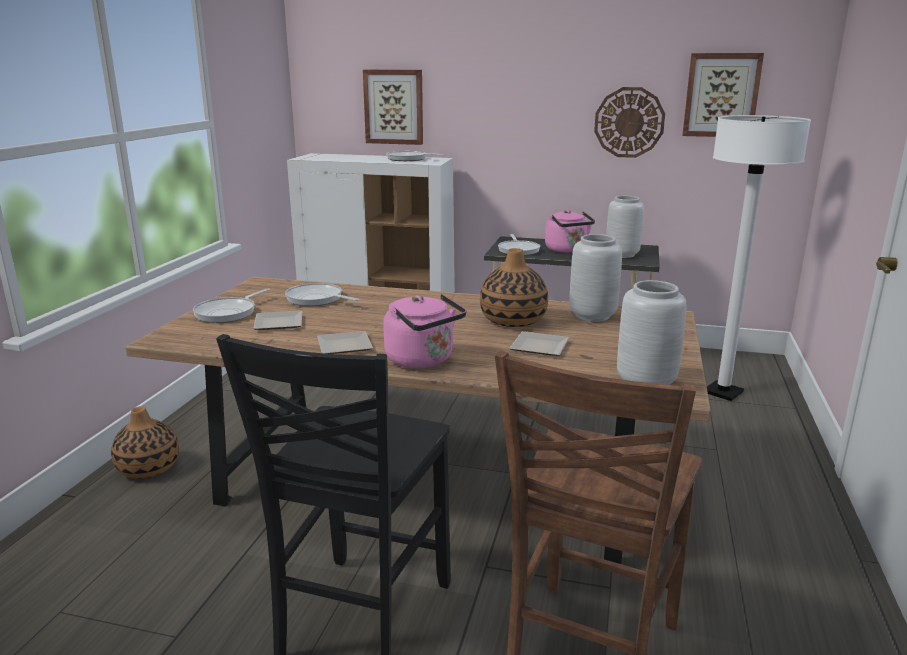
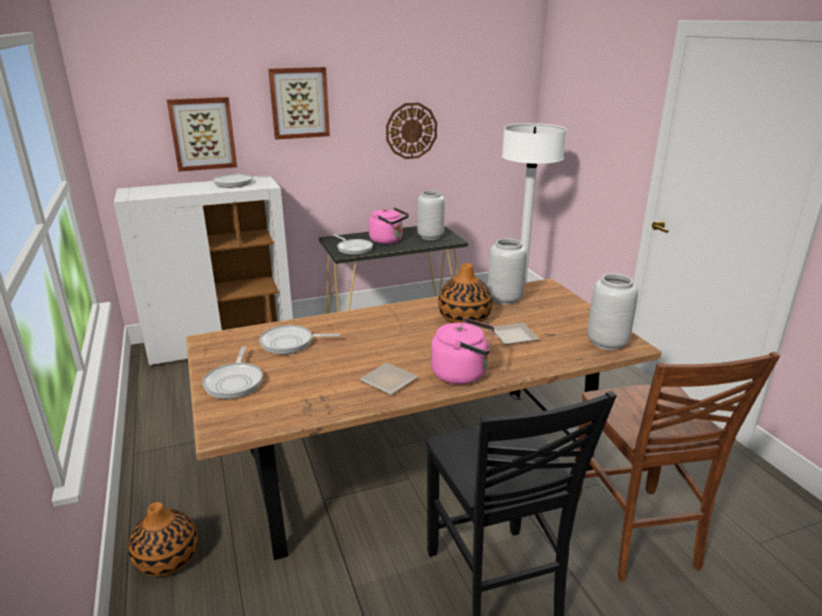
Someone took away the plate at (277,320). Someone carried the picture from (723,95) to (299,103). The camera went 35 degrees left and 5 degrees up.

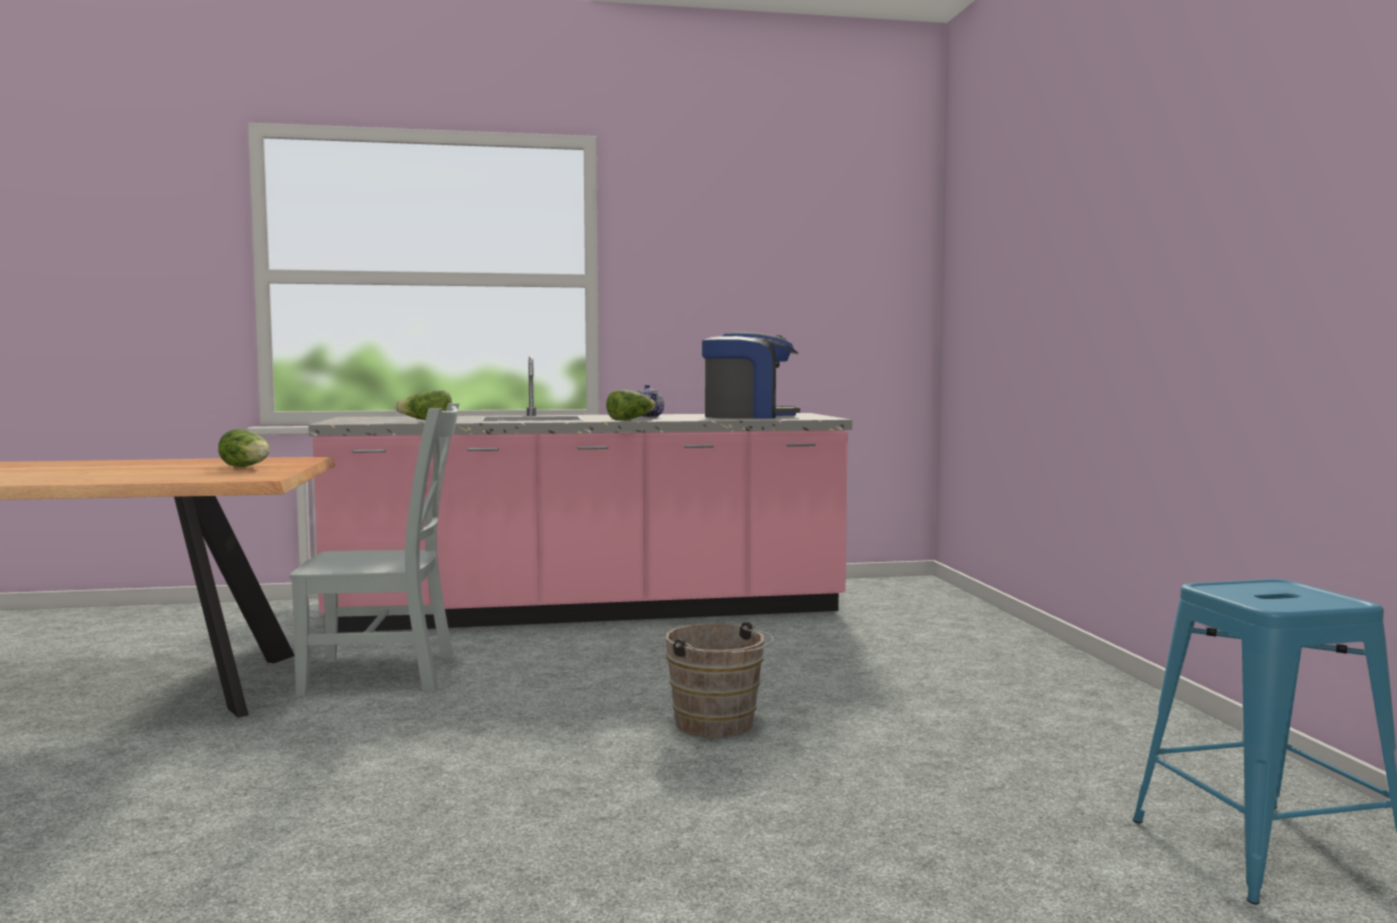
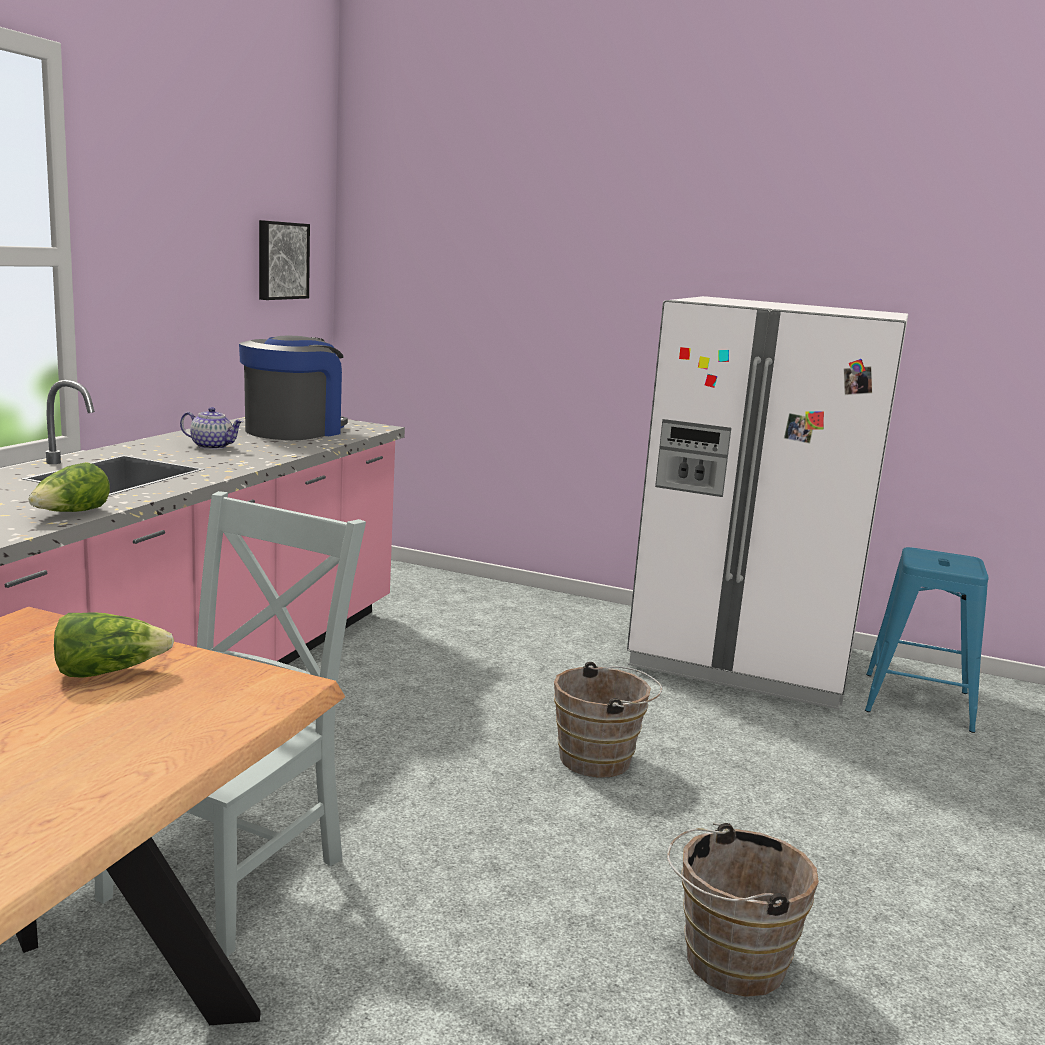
Someone took away the lettuce at (631,405). Someone put up the picture at (284,260). Someone put down the fridge/white at (767,503). Someone put down the bucket/brown at (743,910). The camera went 60 degrees left and 10 degrees up.

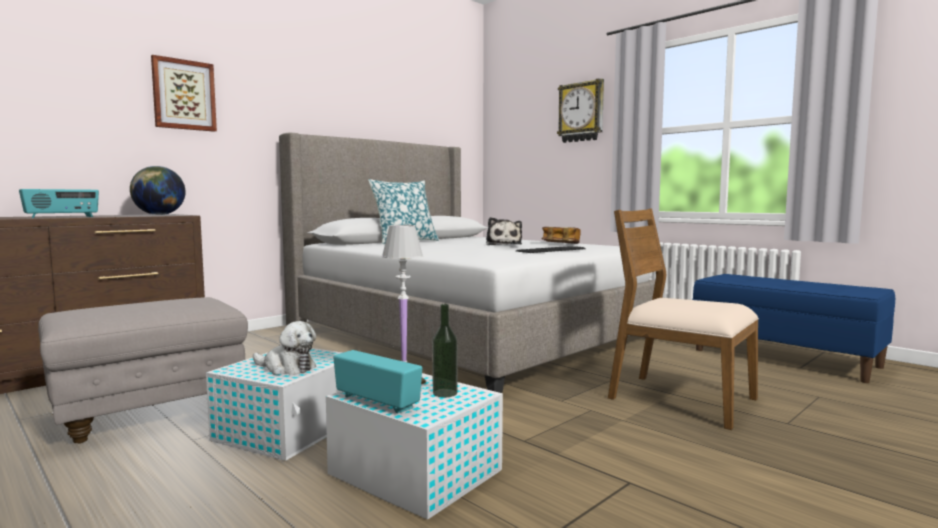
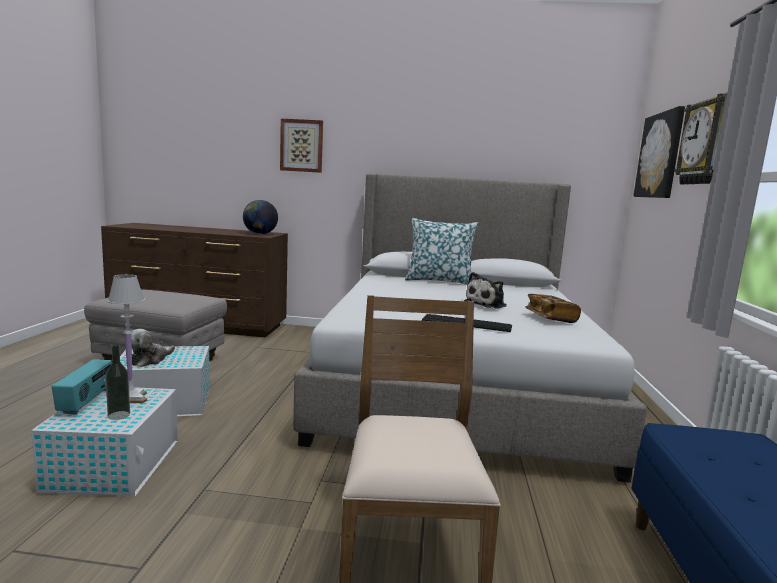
Someone took away the radio at (59,203). Someone put up the picture at (659,152). Someone rotated the plush toy at (284,348) by 45 degrees clockwise. The camera went 50 degrees right and 5 degrees up.

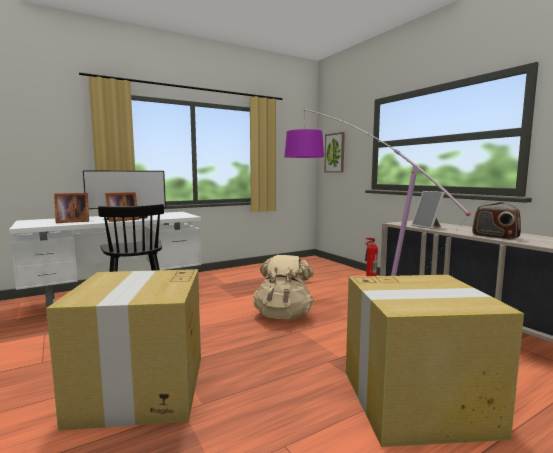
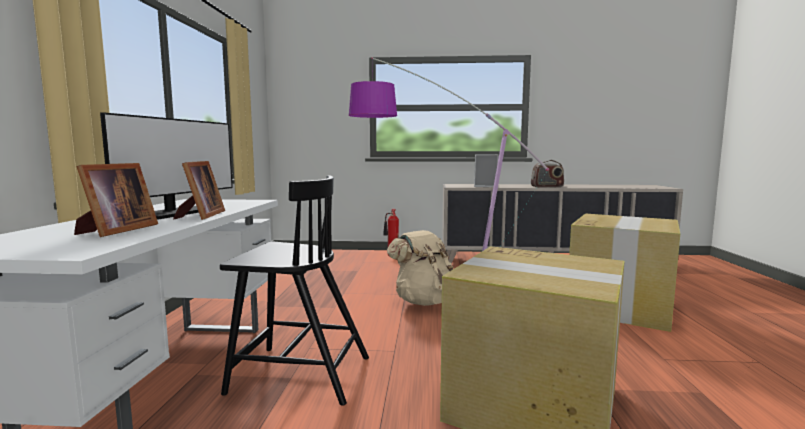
Someone took away the picture at (334,152). The camera went 55 degrees left and 0 degrees up.

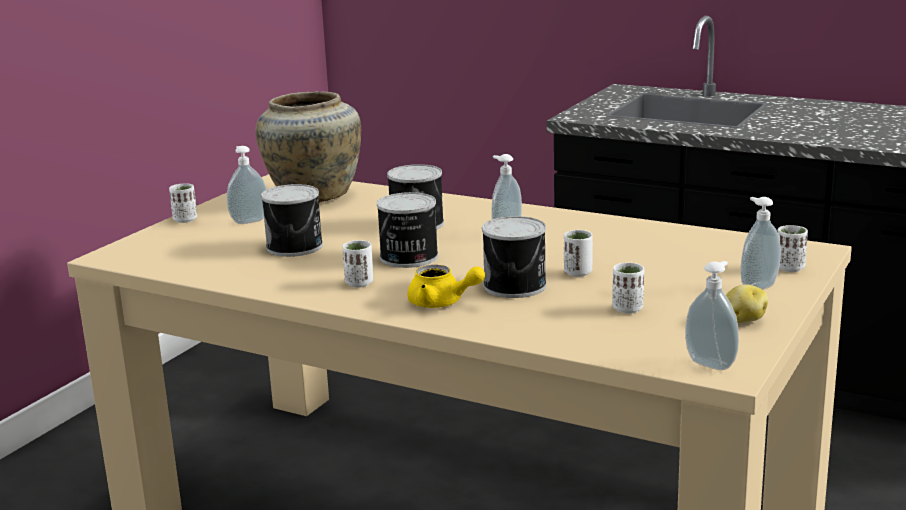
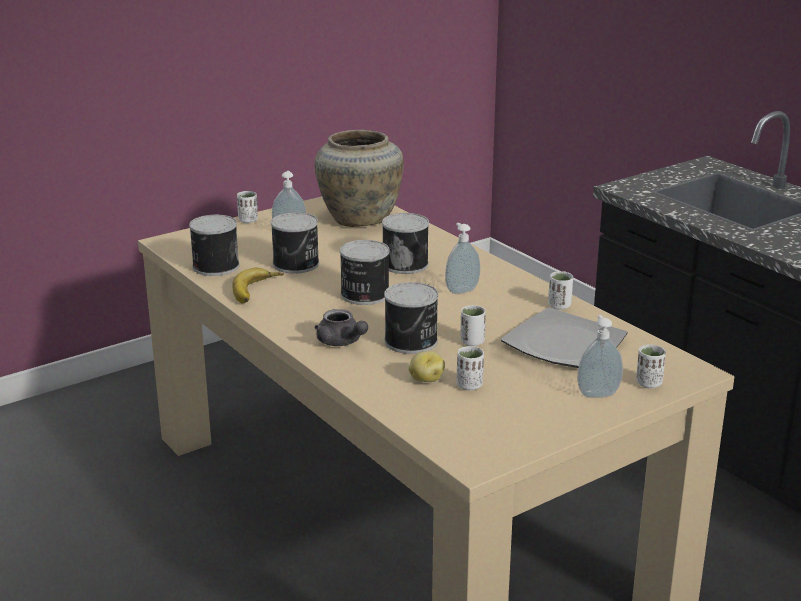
Someone took away the soap dispenser at (712,315). Someone put down the can at (214,245). Someone put down the banana at (258,285). Someone put down the plate at (564,338). Someone carried the cup/white from (357,263) to (560,290). Someone carried the potato from (747,303) to (427,366). Someone repainted the teapot/yellow at (446,286), which became the teapot/grey at (341,327). The camera went 25 degrees right and 5 degrees up.

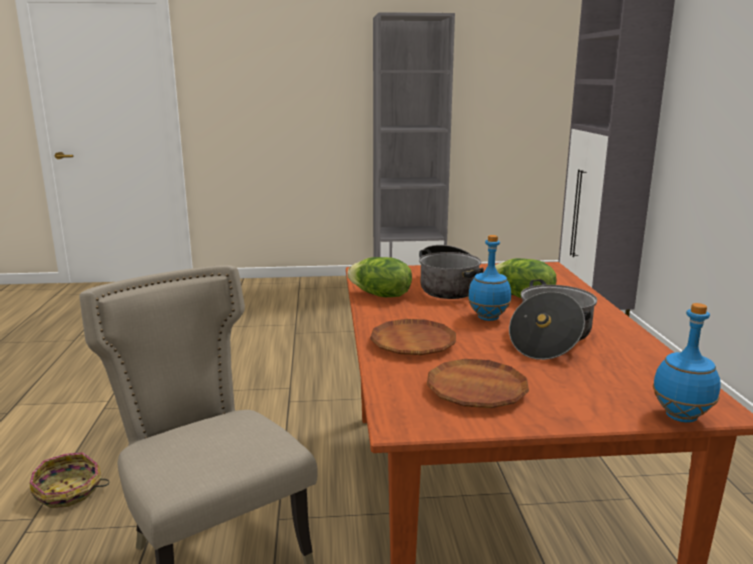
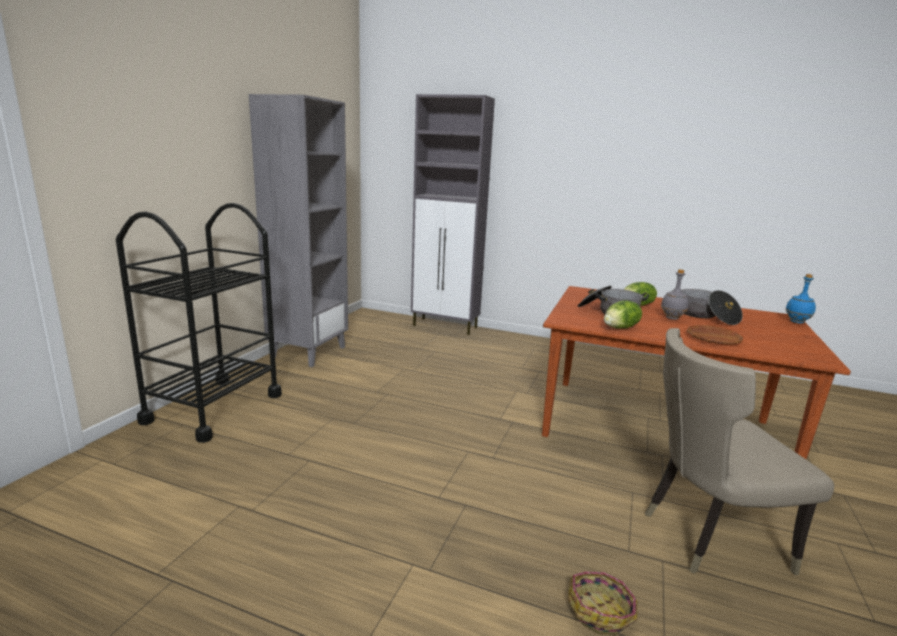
Someone took away the plate/brown at (478,383). Someone put down the cart/black at (199,323). Someone repainted the bottle/blue at (489,278), which became the bottle/grey at (675,294). The camera went 65 degrees left and 0 degrees up.

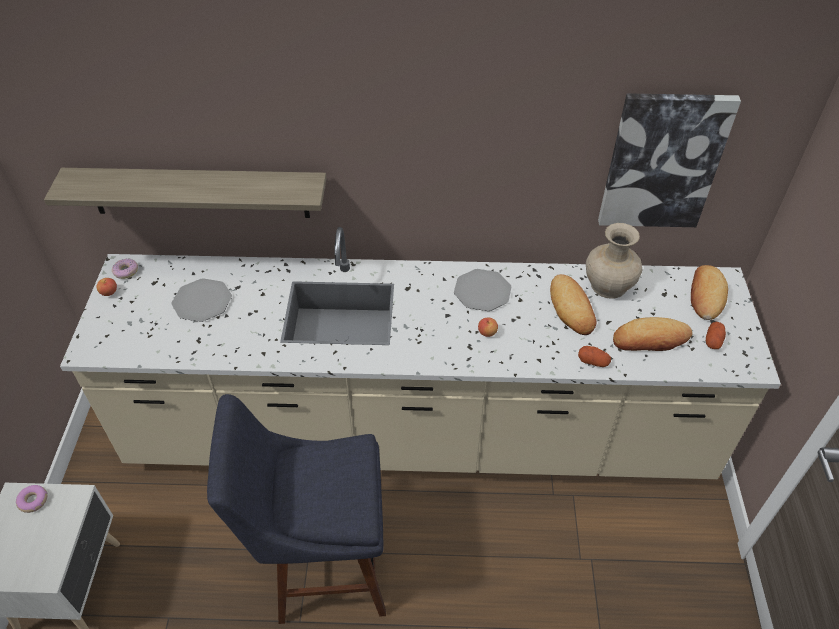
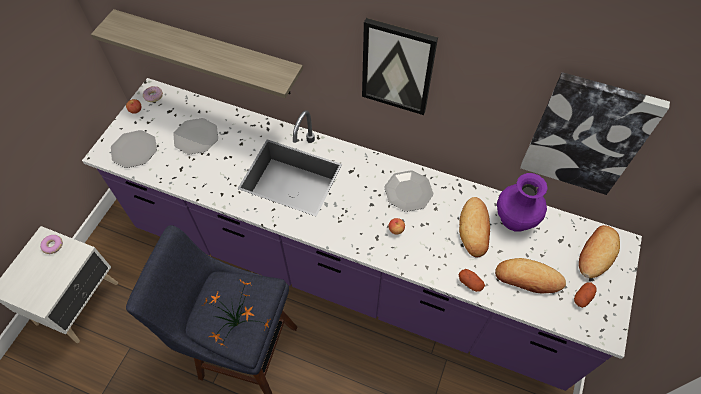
Someone put down the plate at (134,149). Someone put down the potted plant at (236,314). Someone put up the picture at (400,66). Someone repainted the counter/beige at (420,353), which became the counter/purple at (362,234). Someone repainted the vase/beige at (614,261), which became the vase/purple at (522,202). The camera went 20 degrees right and 10 degrees up.

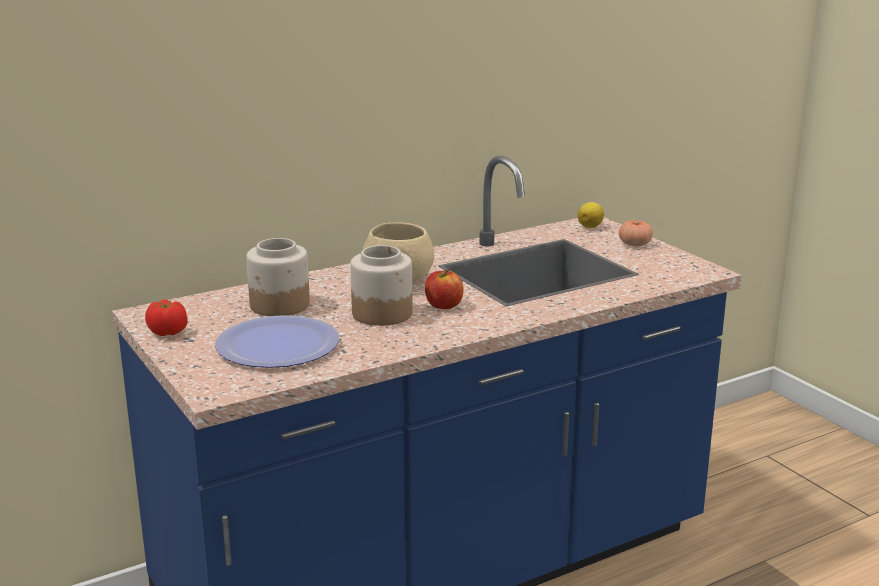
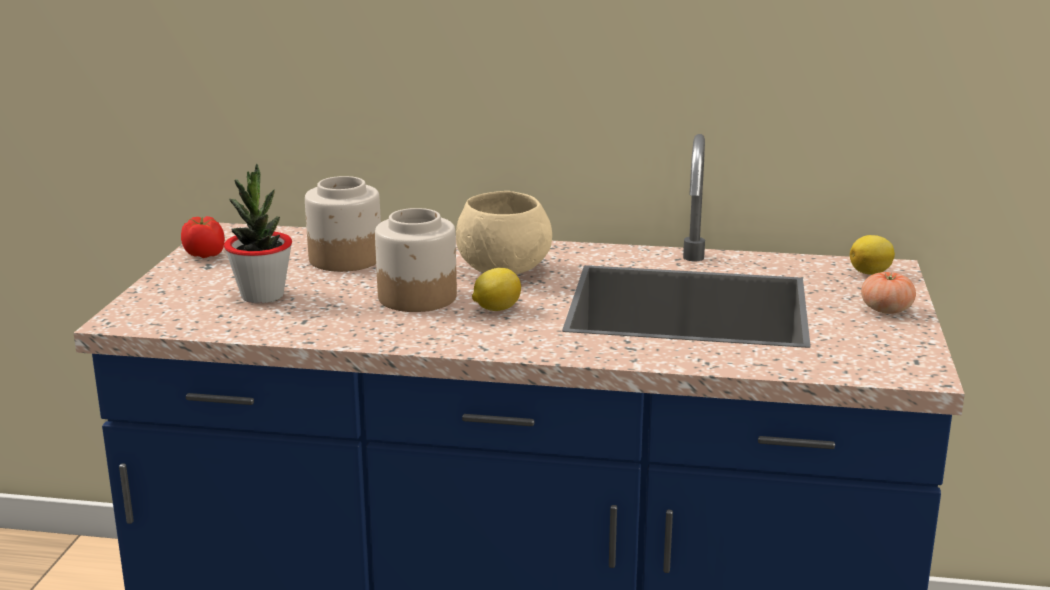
Someone swapped the plate at (277,341) for the potted plant at (258,233). Someone swapped the apple at (444,289) for the lemon at (496,289). The camera went 40 degrees right and 0 degrees up.

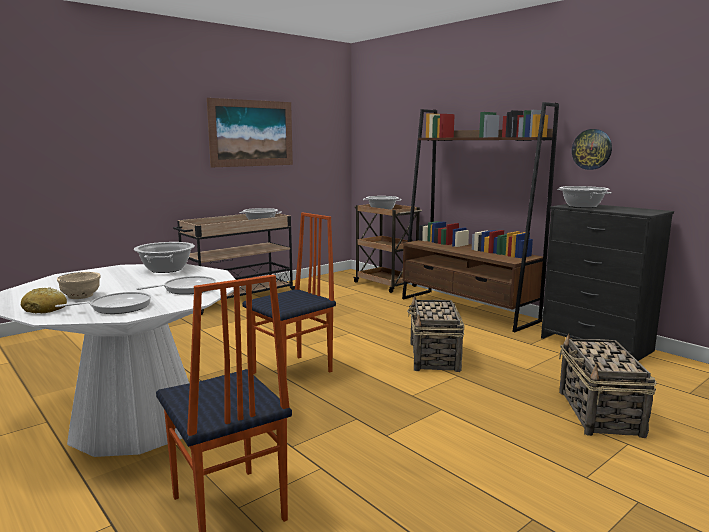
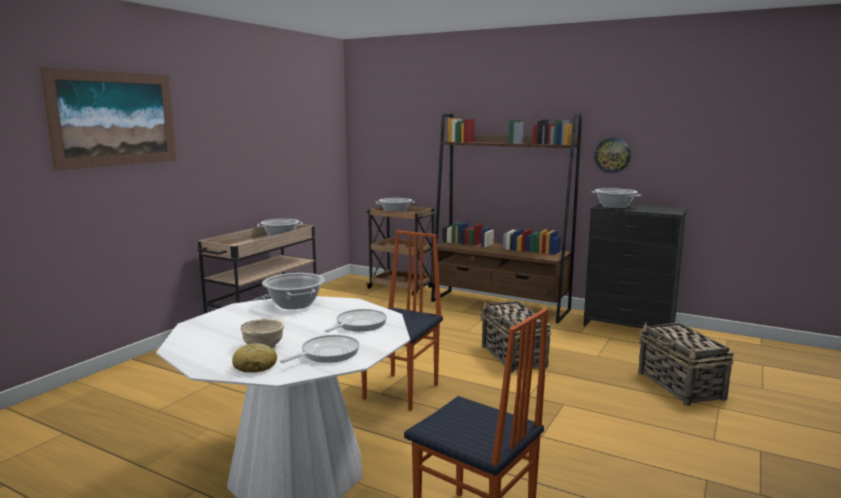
Someone carried the picture from (250,133) to (108,118). The camera went 20 degrees left and 0 degrees up.

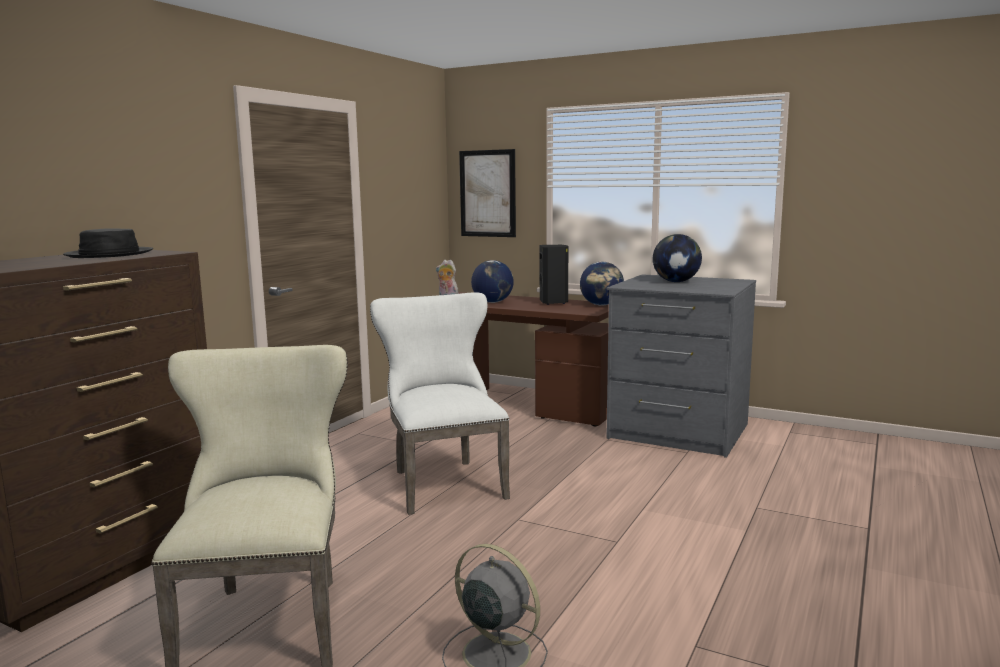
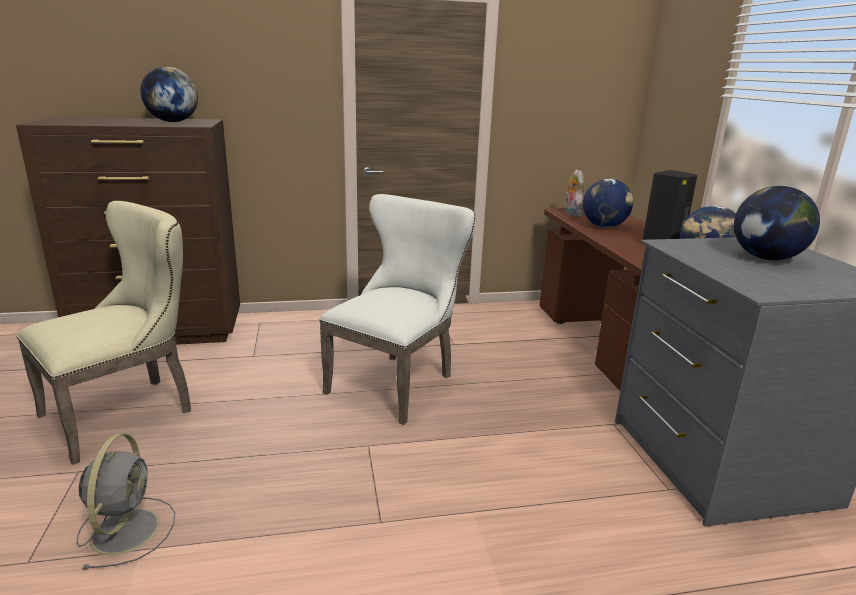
Someone took away the picture at (487,193). Someone swapped the hat/black at (108,243) for the globe at (169,94). The camera went 50 degrees right and 10 degrees up.

